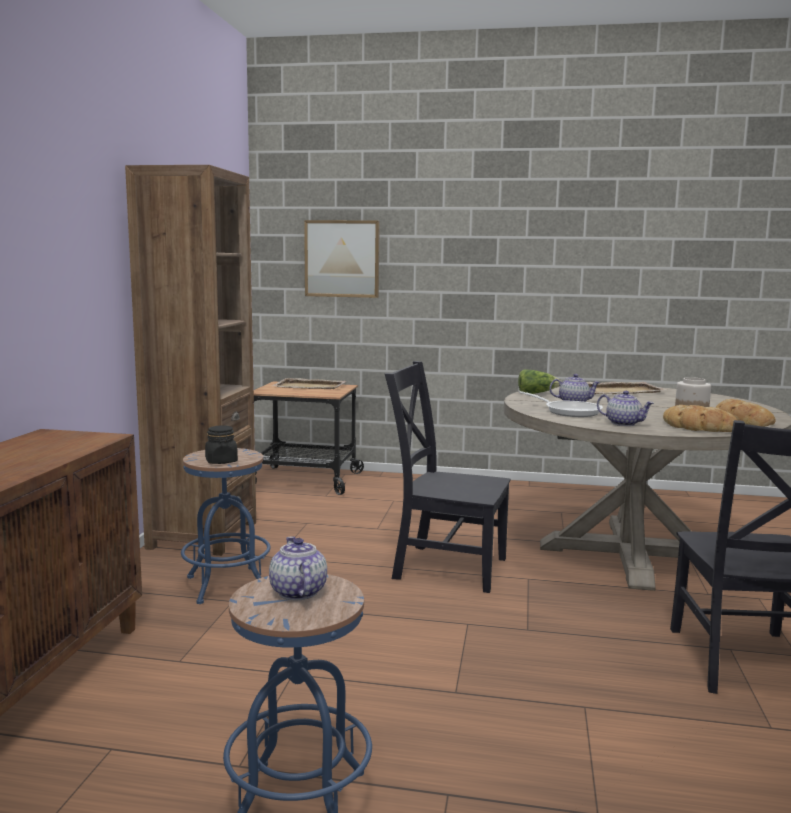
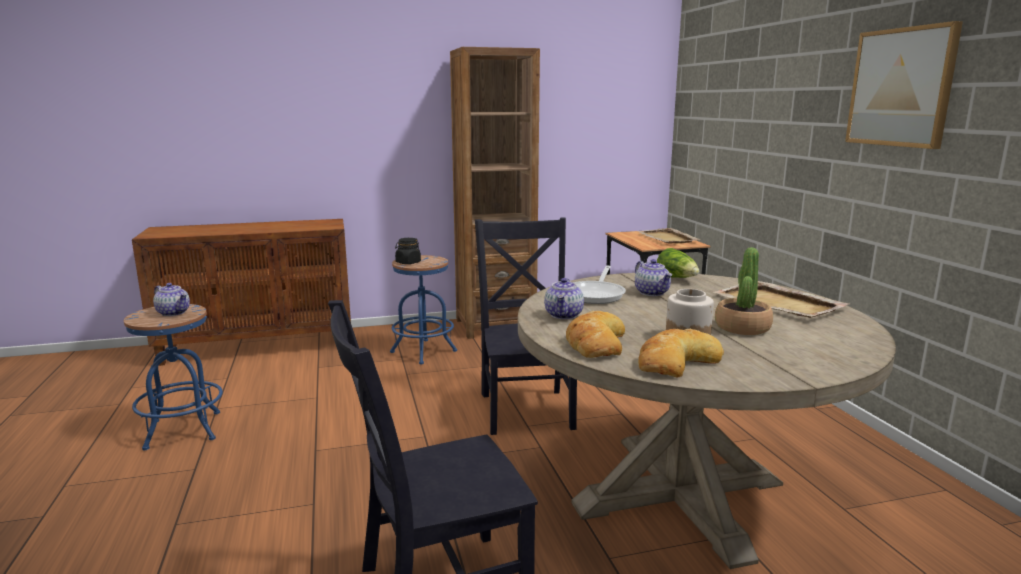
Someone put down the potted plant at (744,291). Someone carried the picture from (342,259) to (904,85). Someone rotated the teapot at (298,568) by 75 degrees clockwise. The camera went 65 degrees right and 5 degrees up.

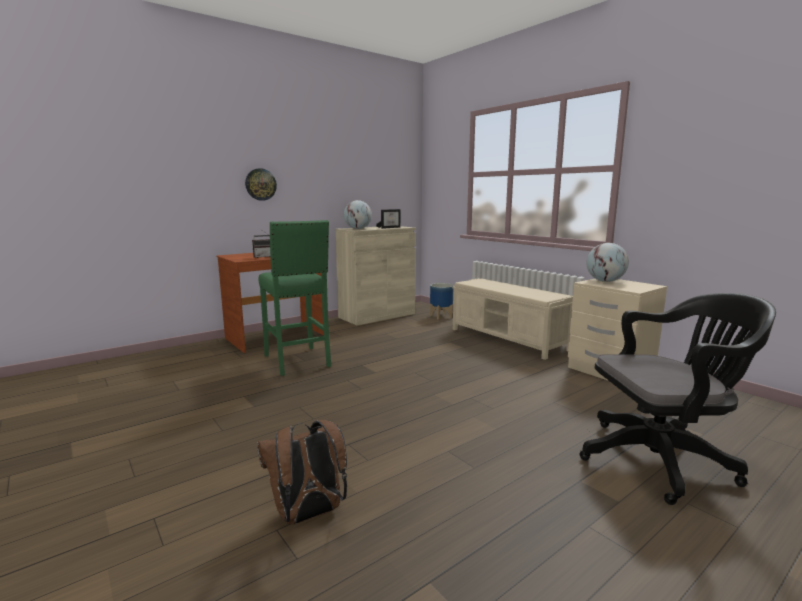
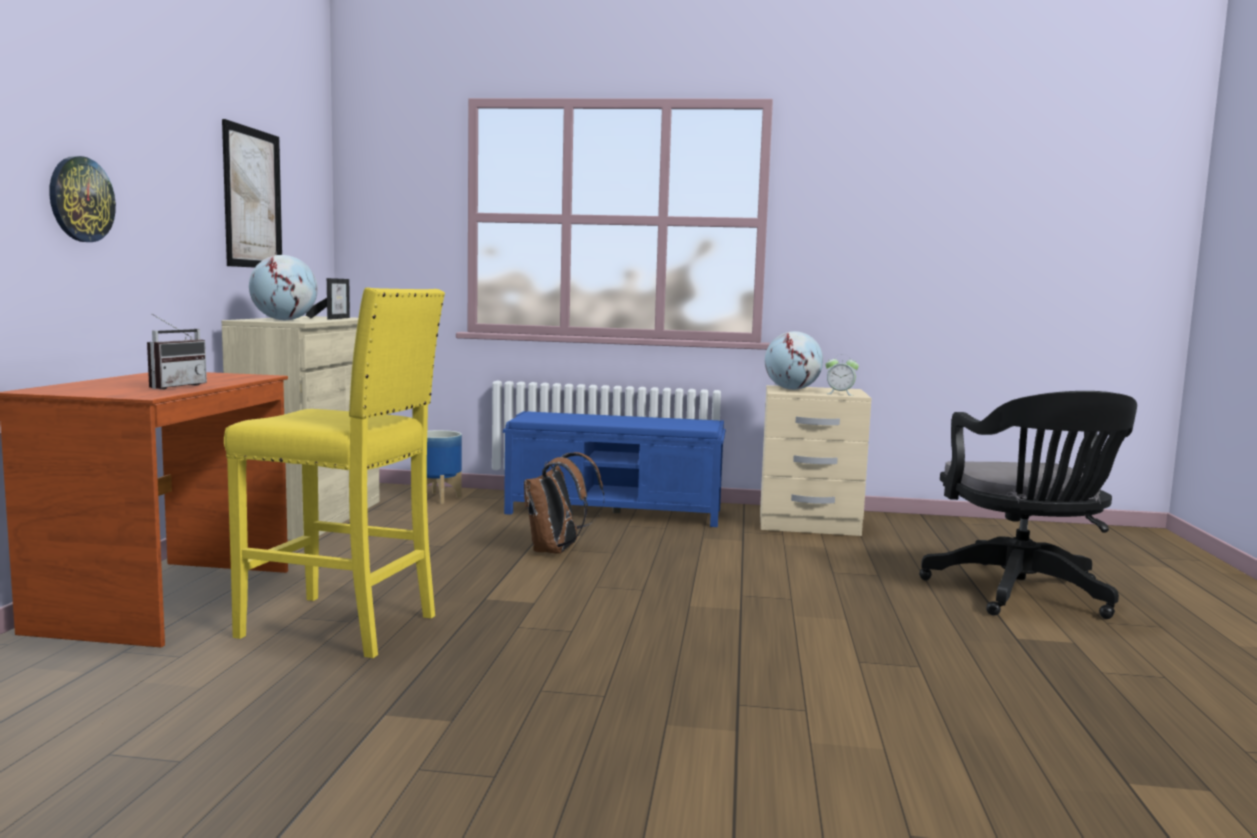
Someone put up the picture at (252,193). Someone put down the alarm clock at (842,375). Someone carried the backpack/brown from (302,472) to (564,503). Someone repainted the stool/green at (295,298), which became the stool/yellow at (334,473). Someone repainted the bench/beige at (512,319), which became the bench/blue at (614,469). Someone rotated the office chair/black at (677,399) by 135 degrees clockwise. The camera went 45 degrees left and 5 degrees down.

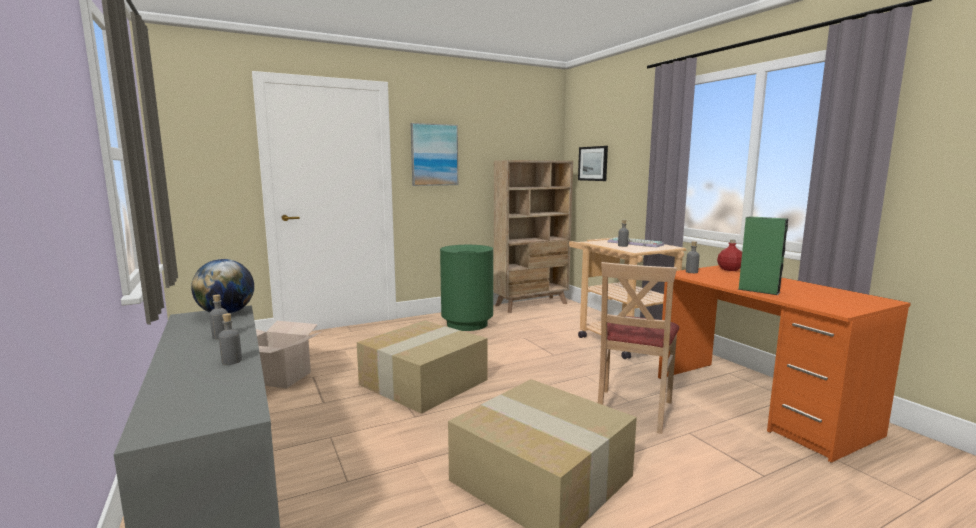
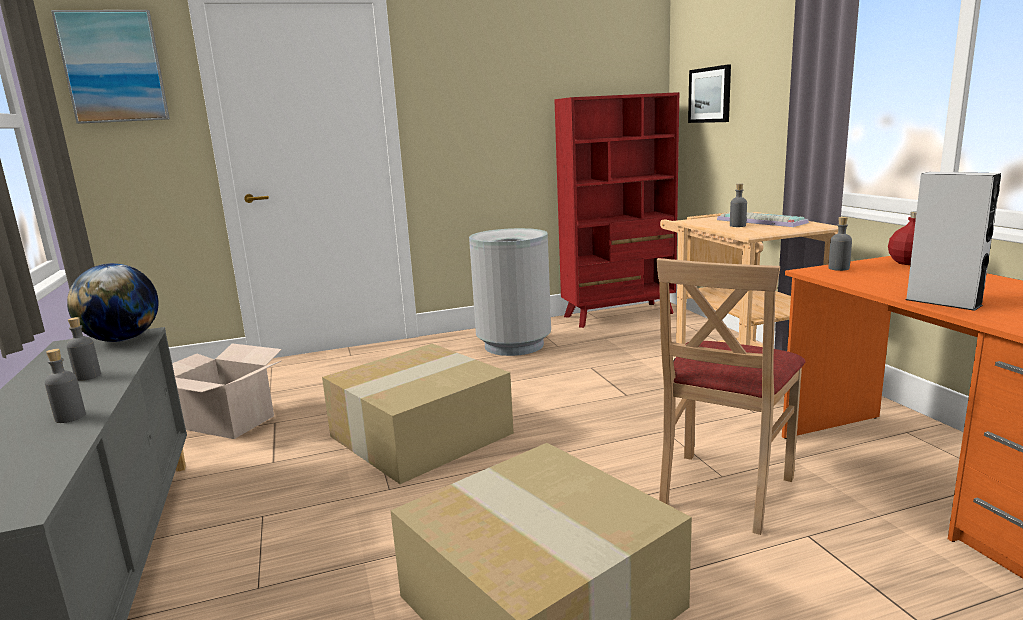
Someone carried the picture from (434,154) to (110,67). Someone repainted the trash can/green at (466,288), which became the trash can/grey at (510,292). Someone repainted the bookcase/beige at (533,236), which became the bookcase/red at (616,210). Someone repainted the speaker/green at (763,255), which became the speaker/grey at (953,241). The camera went 10 degrees right and 5 degrees up.

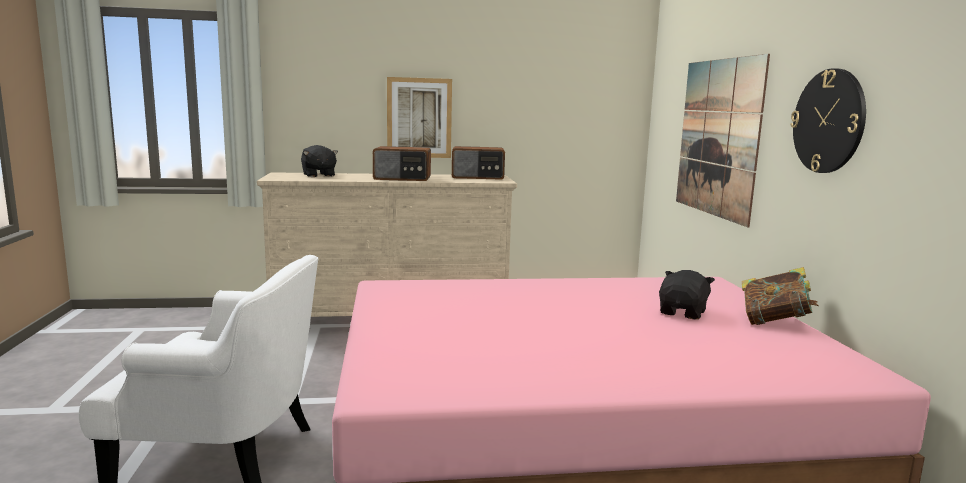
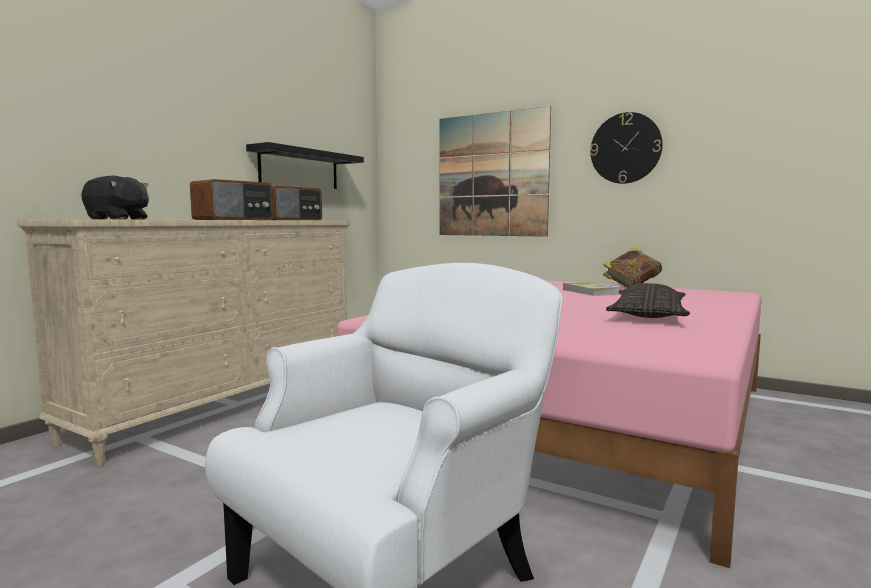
Someone took away the picture at (419,117). Someone put up the shelf/black at (305,165). Someone put down the pillow at (648,300). Someone swapped the plush toy/black at (687,295) for the book at (592,289). The camera went 50 degrees left and 5 degrees down.

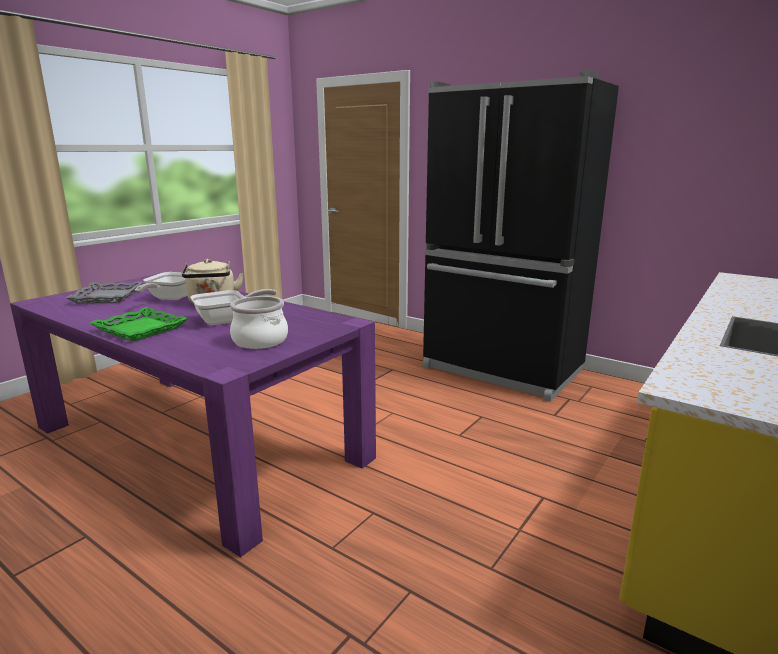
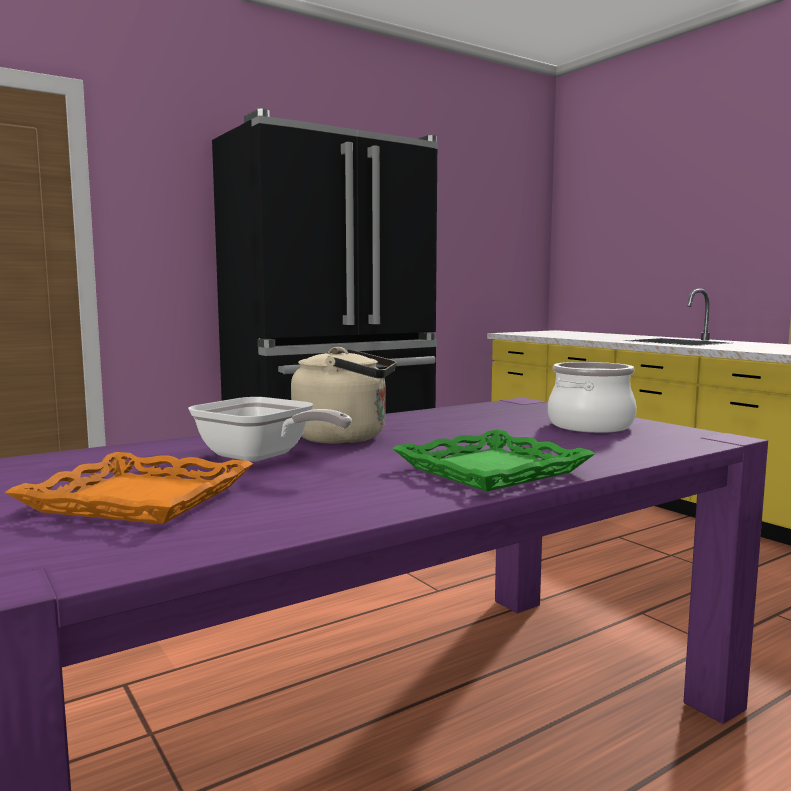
Someone took away the frying pan at (233,307). Someone repainted the tray/grey at (104,293), which became the tray/orange at (129,488). The camera went 70 degrees left and 10 degrees down.

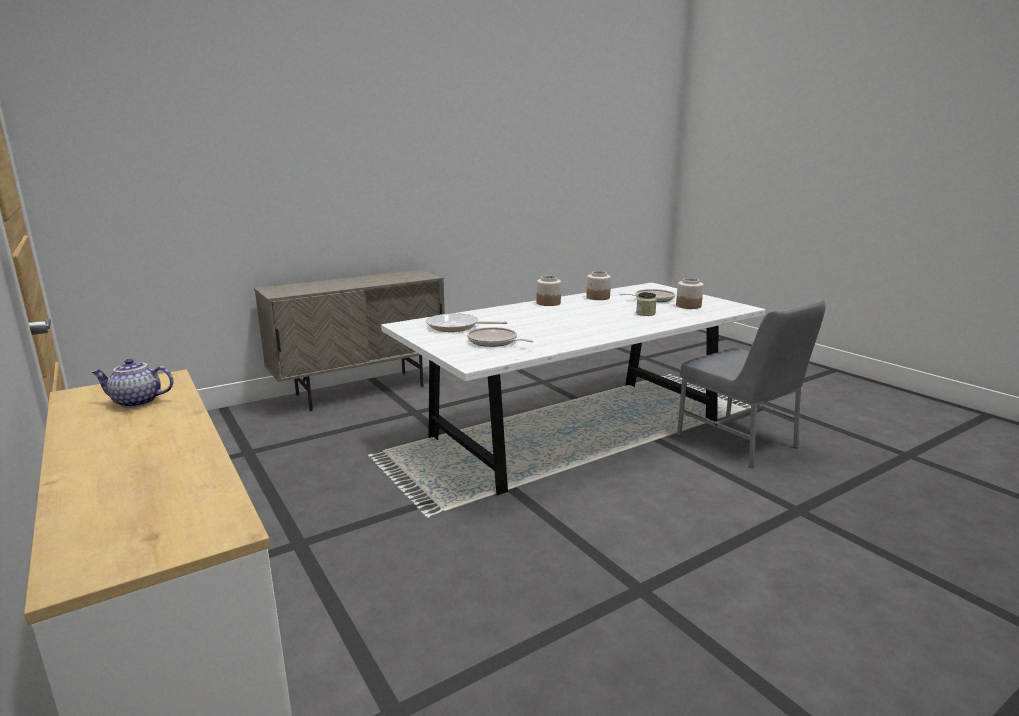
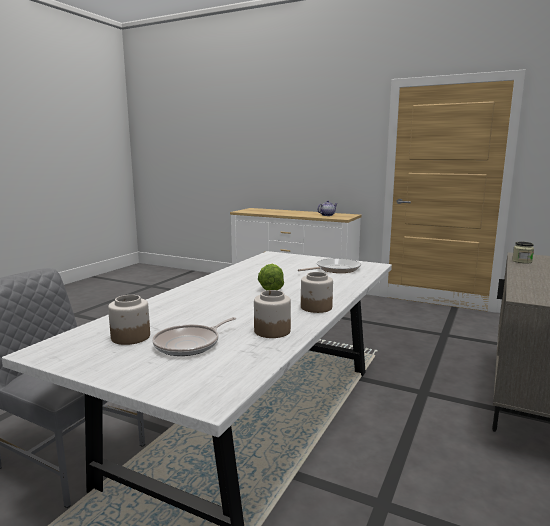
Someone took away the frying pan at (500,337). Someone put down the lettuce at (271,277). Someone carried the jar from (646,304) to (523,253). The camera went 150 degrees right and 5 degrees down.

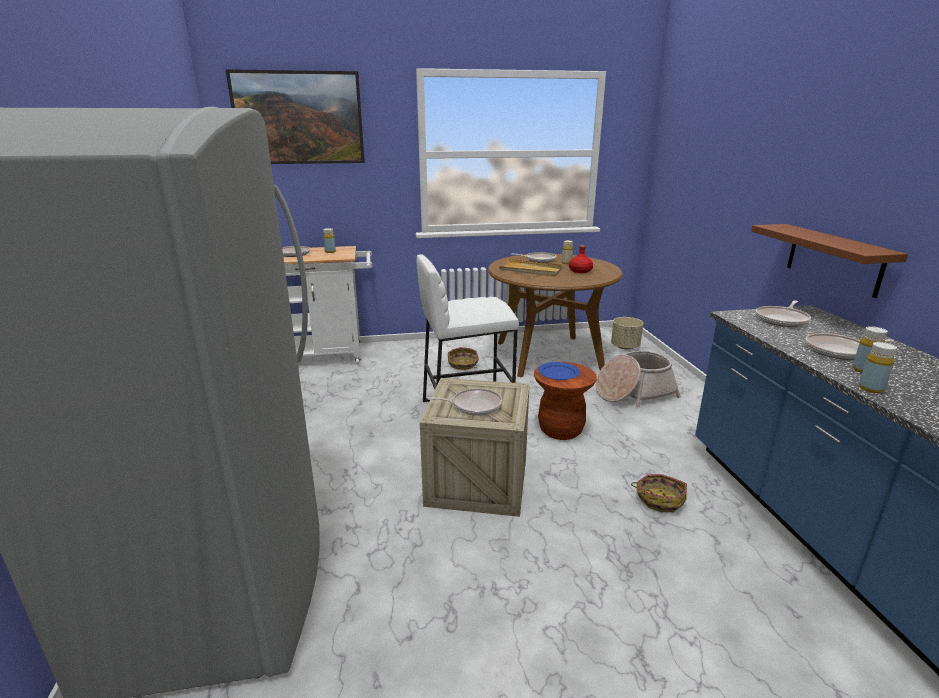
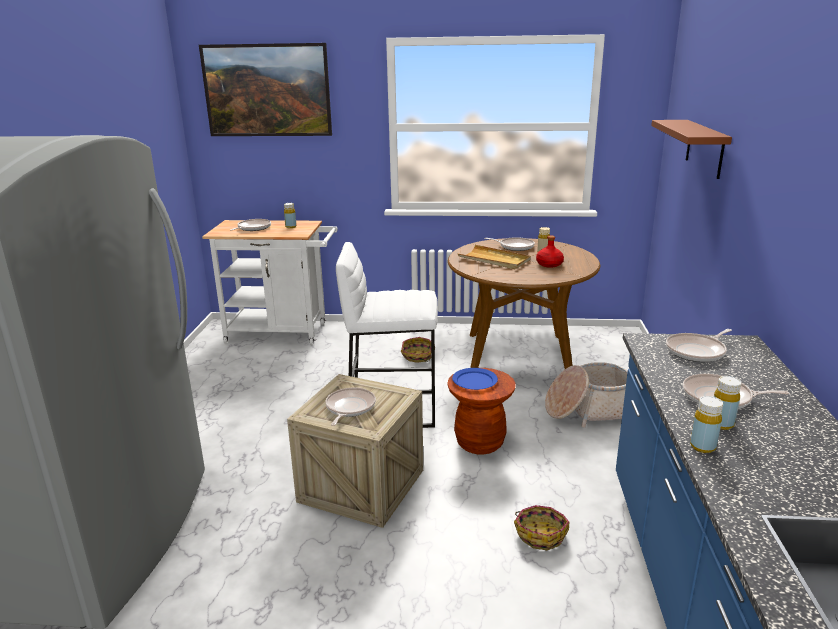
Someone took away the planter/beige at (627,333). Someone carried the shelf/brown from (829,261) to (691,149). Someone rotated the frying pan at (464,402) by 90 degrees counterclockwise. The camera went 15 degrees right and 0 degrees up.

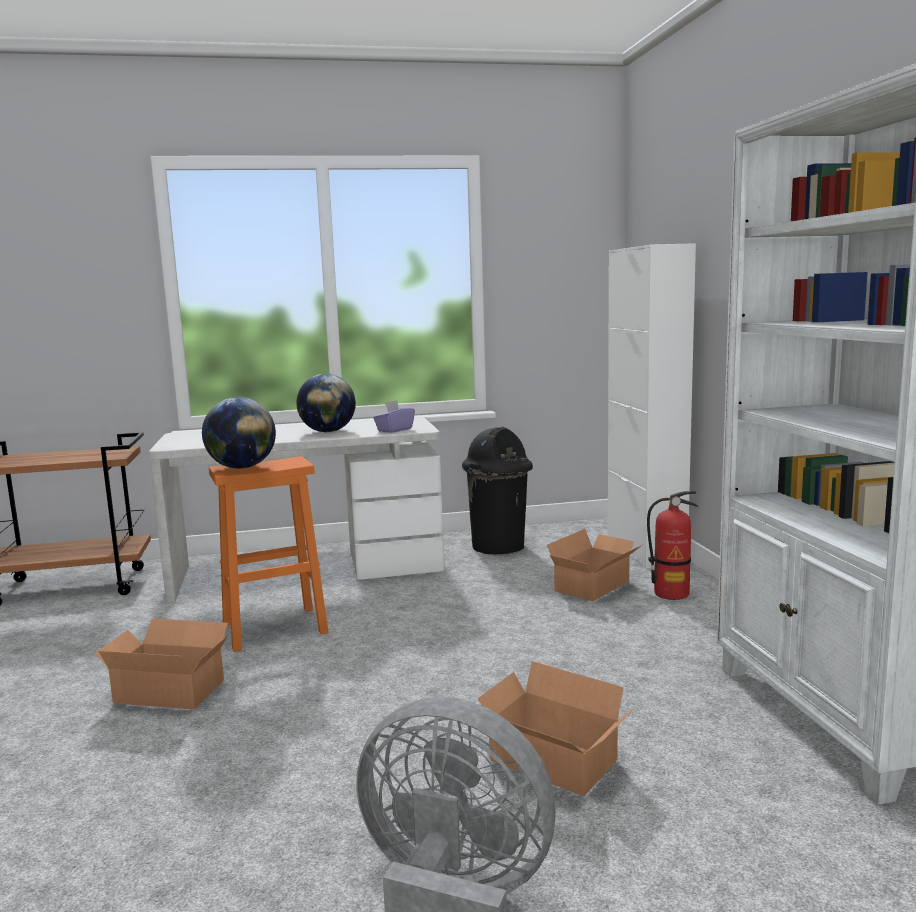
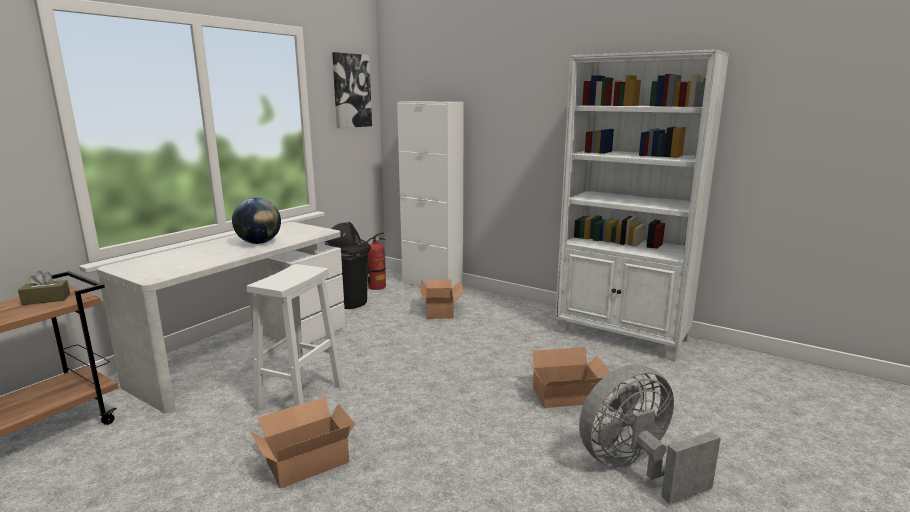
Someone took away the globe at (239,433). Someone took away the tissue box/purple at (394,416). Someone put down the tissue box/brown at (44,287). Someone put up the picture at (352,90). Someone carried the fire extinguisher from (672,545) to (376,261). Someone repainted the stool/orange at (268,554), which became the stool/white at (295,337). The camera went 45 degrees left and 5 degrees up.

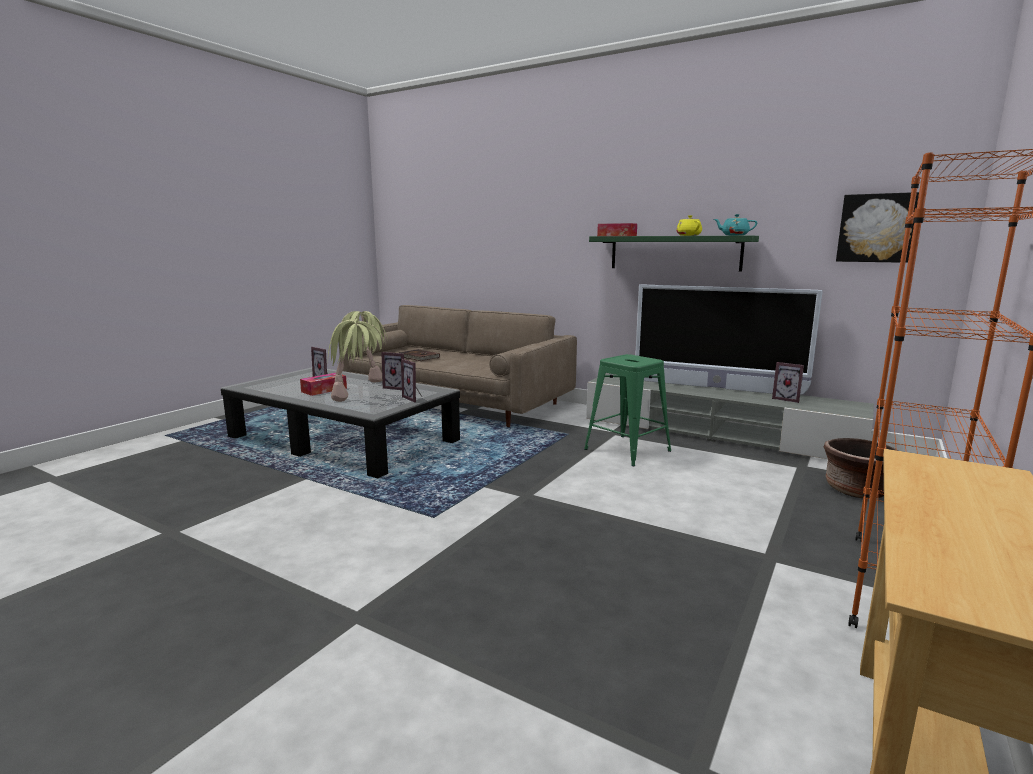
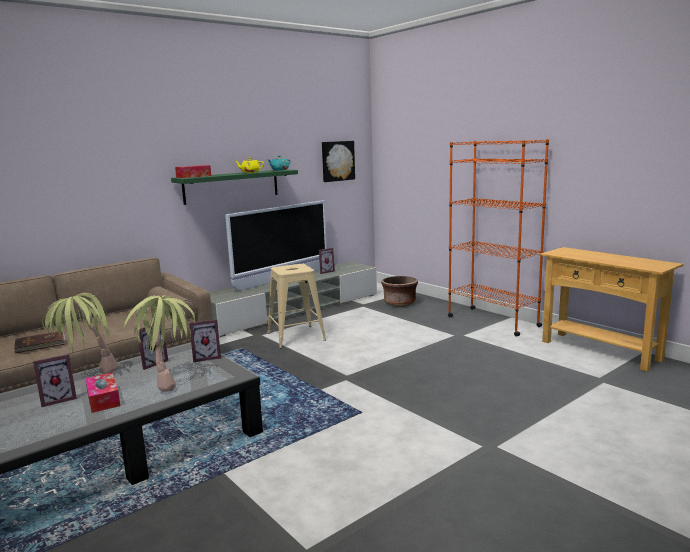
Someone repainted the stool/green at (627,410), which became the stool/beige at (296,306). The camera went 70 degrees left and 0 degrees up.

